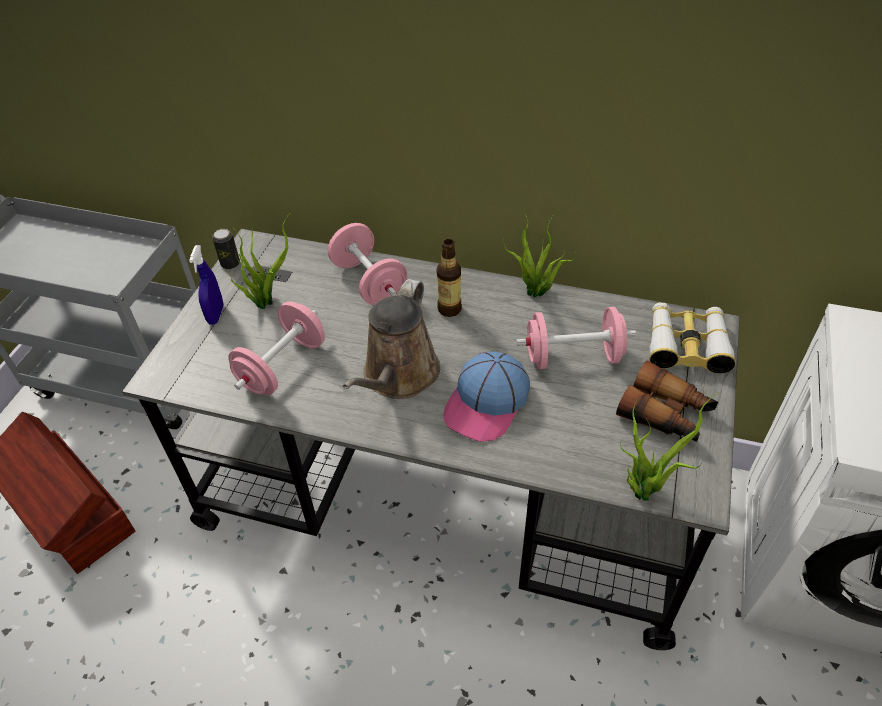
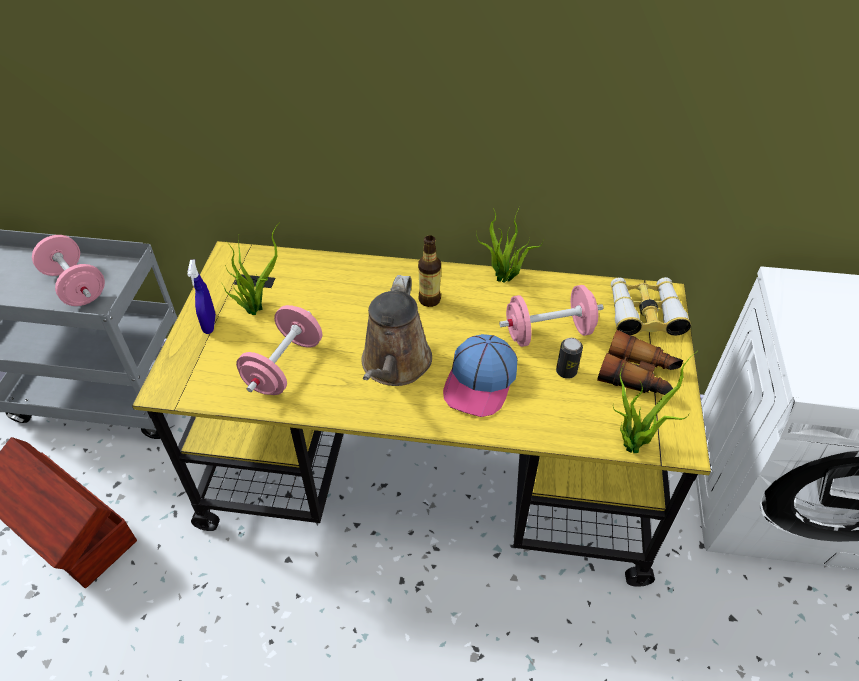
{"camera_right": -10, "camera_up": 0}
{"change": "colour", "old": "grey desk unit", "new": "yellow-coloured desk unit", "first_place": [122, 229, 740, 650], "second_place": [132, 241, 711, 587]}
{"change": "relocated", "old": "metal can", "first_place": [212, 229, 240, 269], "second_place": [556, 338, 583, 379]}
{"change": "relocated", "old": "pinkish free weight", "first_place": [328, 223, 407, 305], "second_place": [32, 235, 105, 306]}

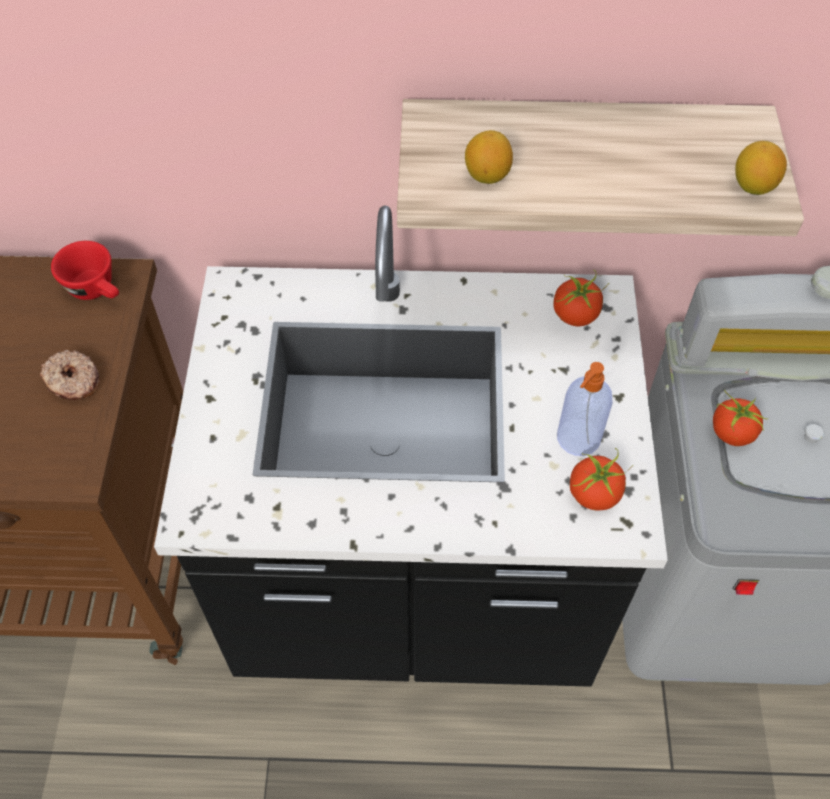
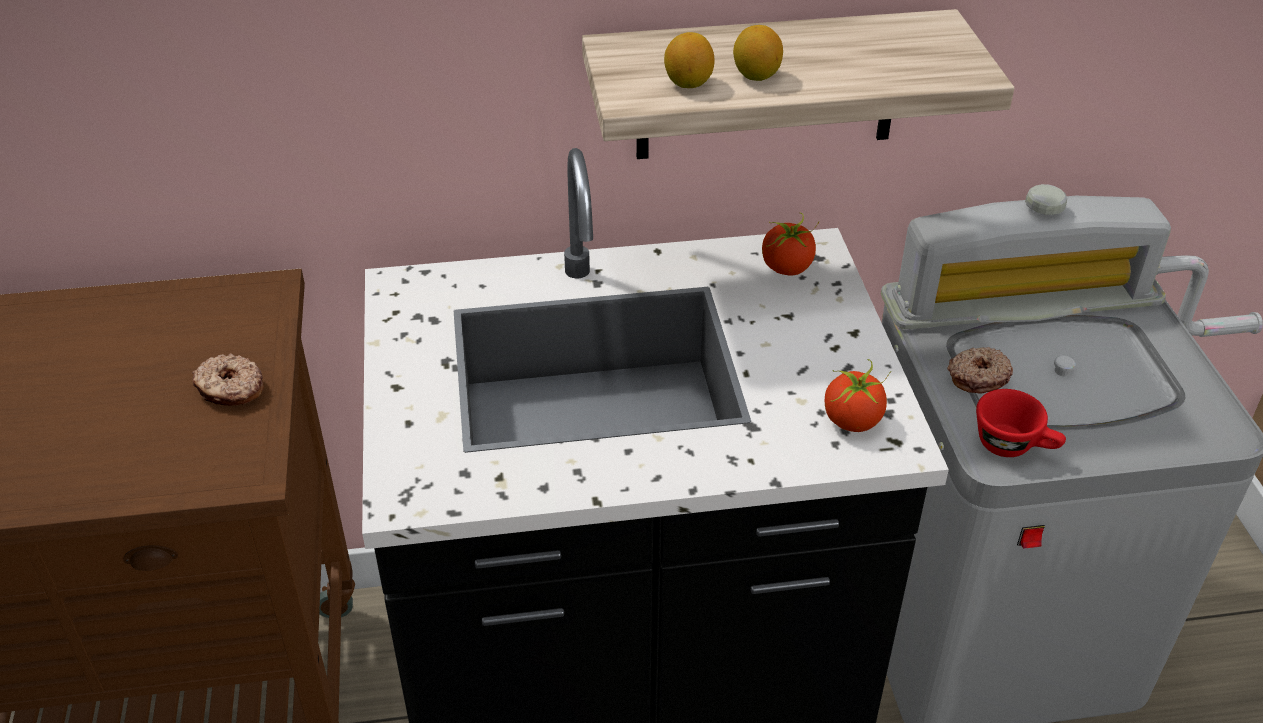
{"camera_right": -10, "camera_up": -15}
{"change": "relocated", "old": "red cup", "first_place": [51, 241, 119, 300], "second_place": [976, 389, 1066, 457]}
{"change": "missing", "old": "liquid soap bottle", "first_place": [557, 362, 612, 456]}
{"change": "exchanged", "old": "whole tomato", "new": "doughnut", "first_place": [713, 390, 766, 446], "second_place": [947, 347, 1013, 394]}
{"change": "relocated", "old": "whole lemon", "first_place": [735, 141, 787, 195], "second_place": [733, 25, 783, 81]}

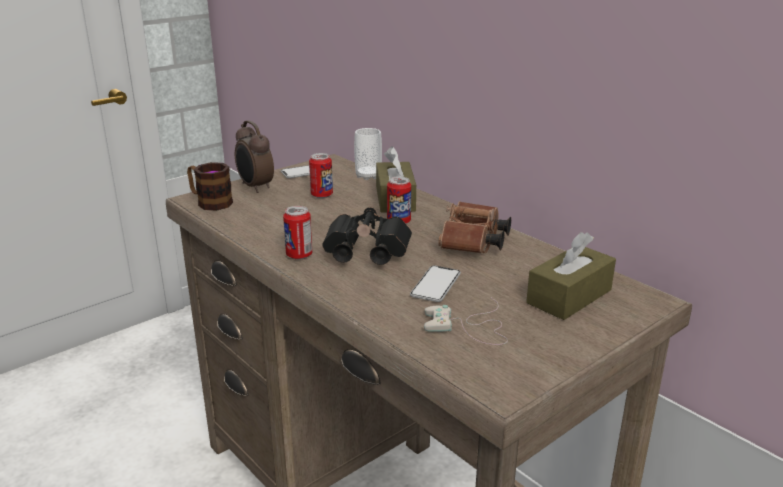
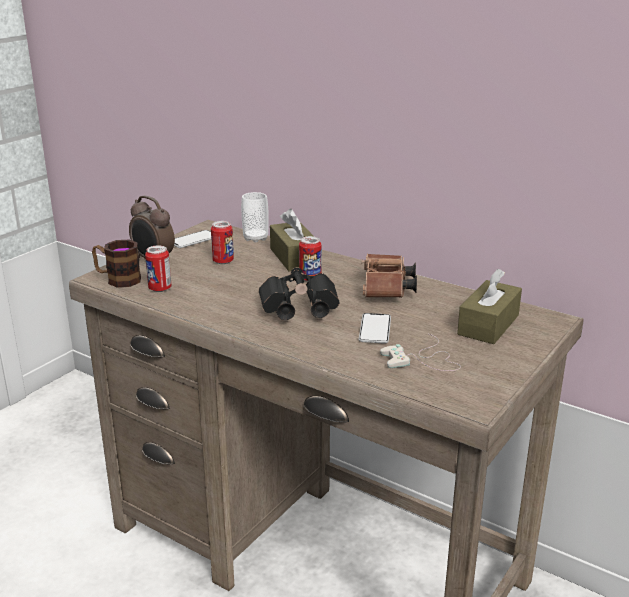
{"camera_right": -15, "camera_up": 0}
{"change": "relocated", "old": "metal can", "first_place": [283, 206, 312, 260], "second_place": [145, 245, 172, 292]}

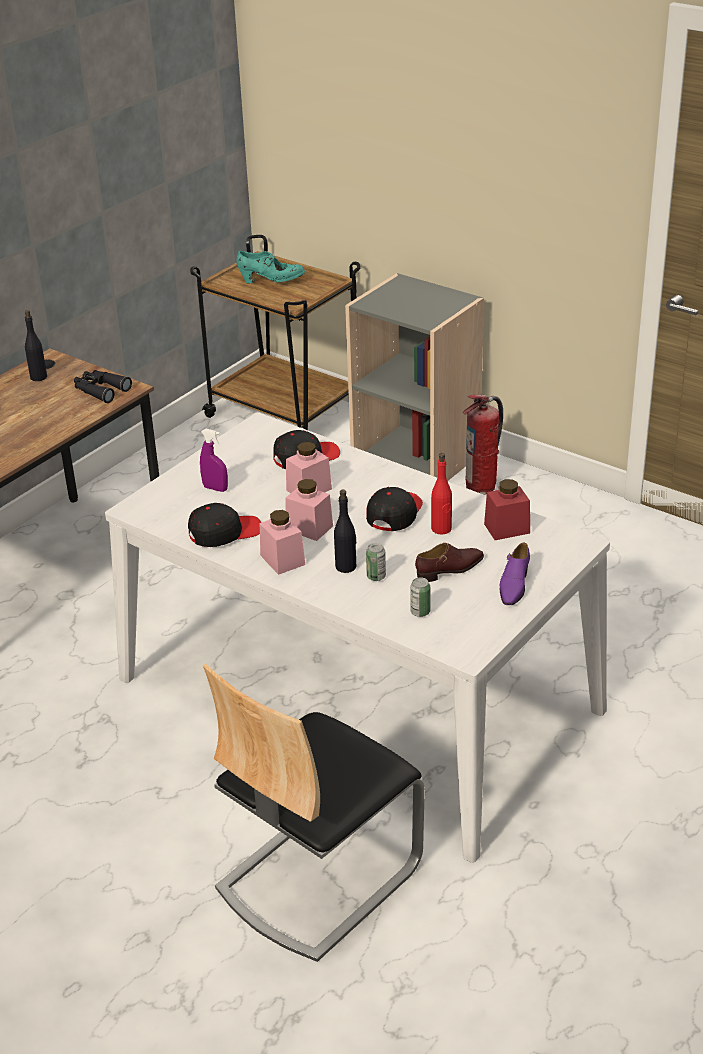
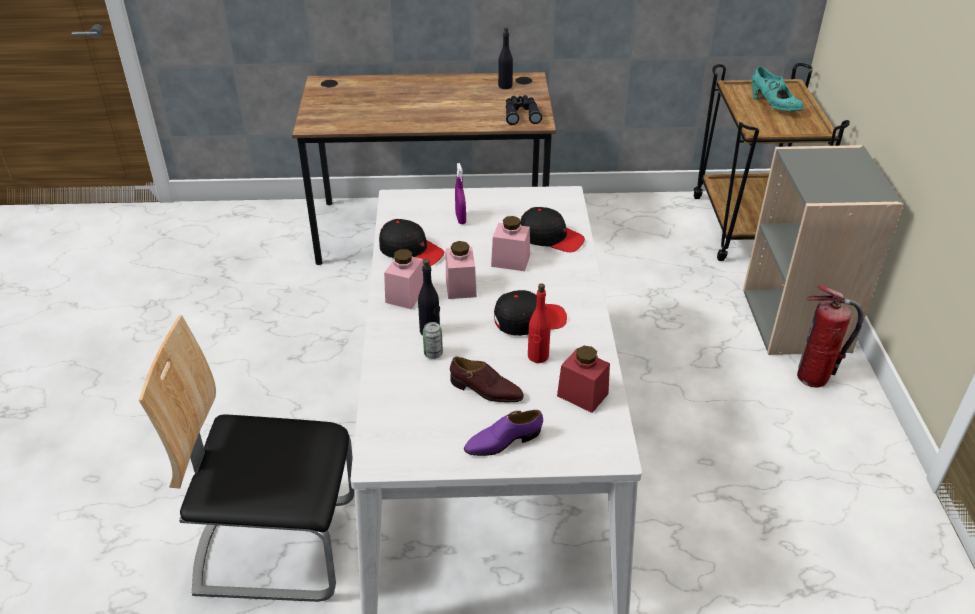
{"camera_right": 50, "camera_up": 5}
{"change": "missing", "old": "metal can", "first_place": [410, 577, 430, 617]}

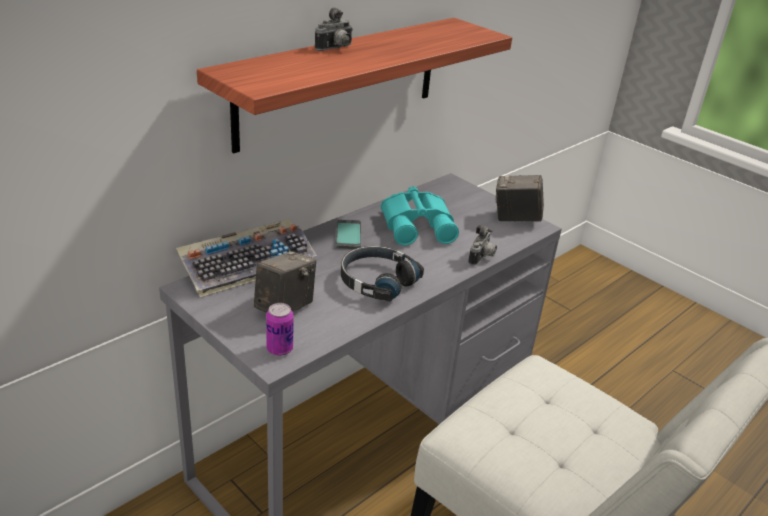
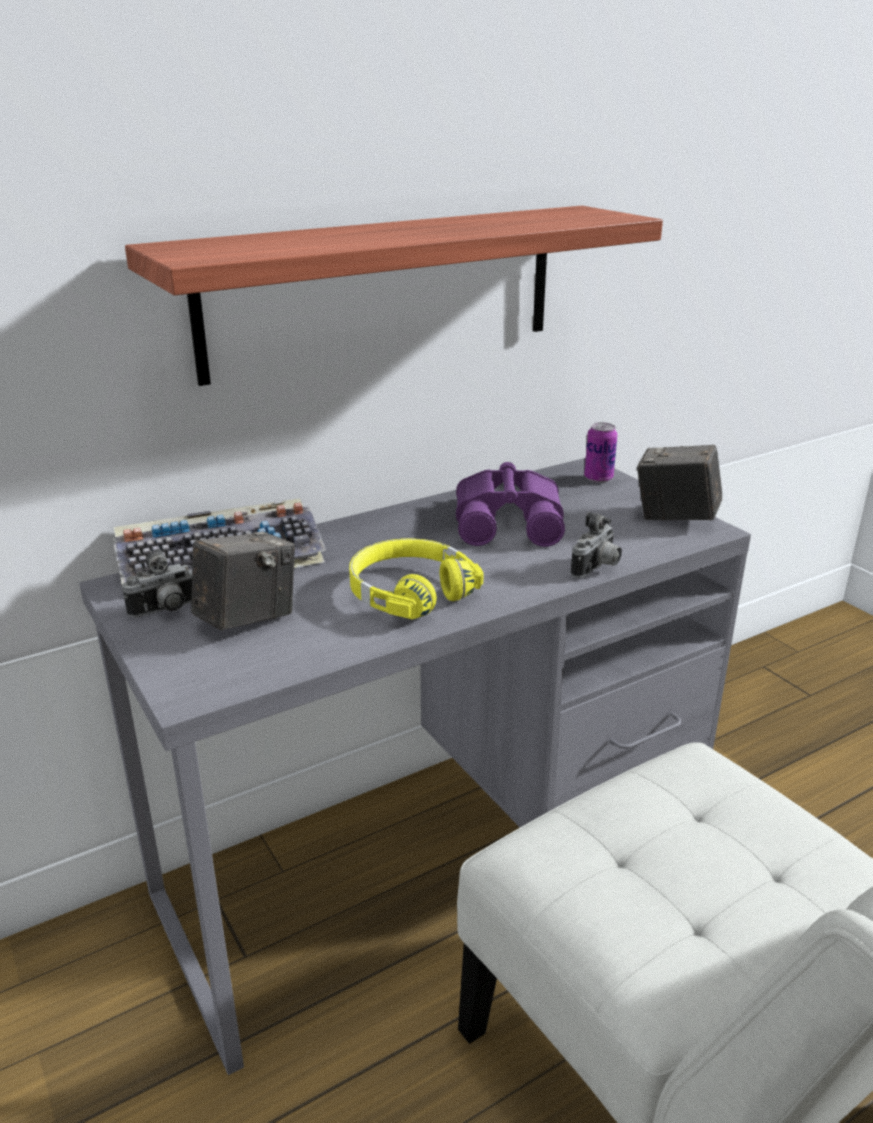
{"camera_right": 15, "camera_up": -5}
{"change": "relocated", "old": "metal can", "first_place": [266, 303, 294, 356], "second_place": [584, 422, 617, 483]}
{"change": "relocated", "old": "photo camera", "first_place": [315, 8, 353, 51], "second_place": [122, 549, 192, 617]}
{"change": "missing", "old": "phone", "first_place": [336, 219, 361, 249]}
{"change": "colour", "old": "blackish headset", "new": "yellow-coloured headset", "first_place": [341, 246, 424, 302], "second_place": [349, 538, 484, 619]}
{"change": "colour", "old": "turquoise-coloured pair of binoculars", "new": "purple pair of binoculars", "first_place": [381, 186, 459, 246], "second_place": [456, 462, 565, 547]}

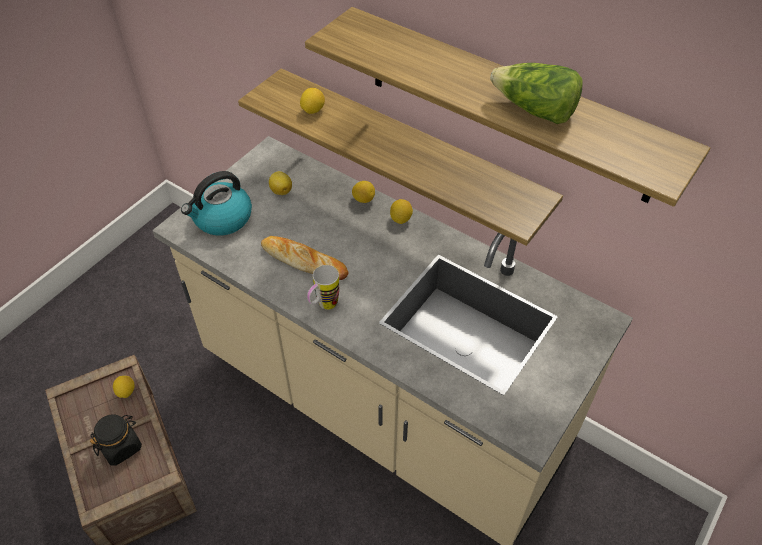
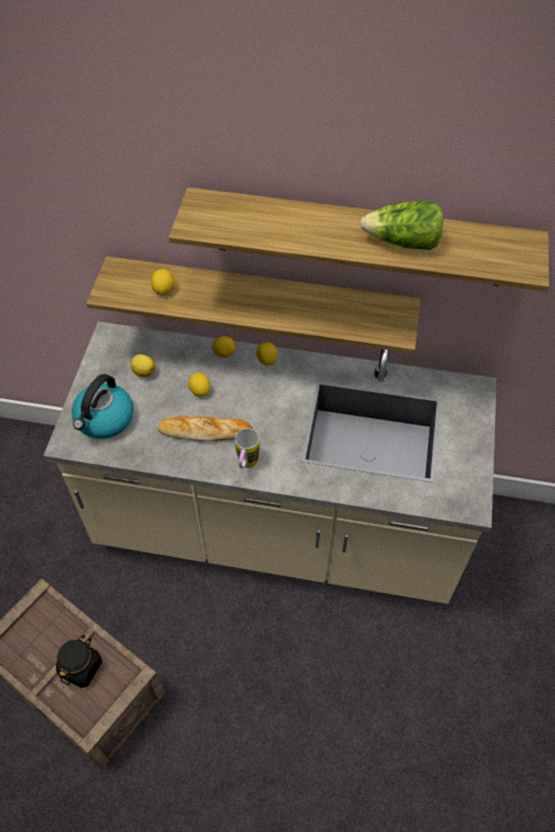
{"camera_right": -25, "camera_up": 5}
{"change": "relocated", "old": "whole lemon", "first_place": [113, 376, 135, 398], "second_place": [188, 373, 210, 396]}

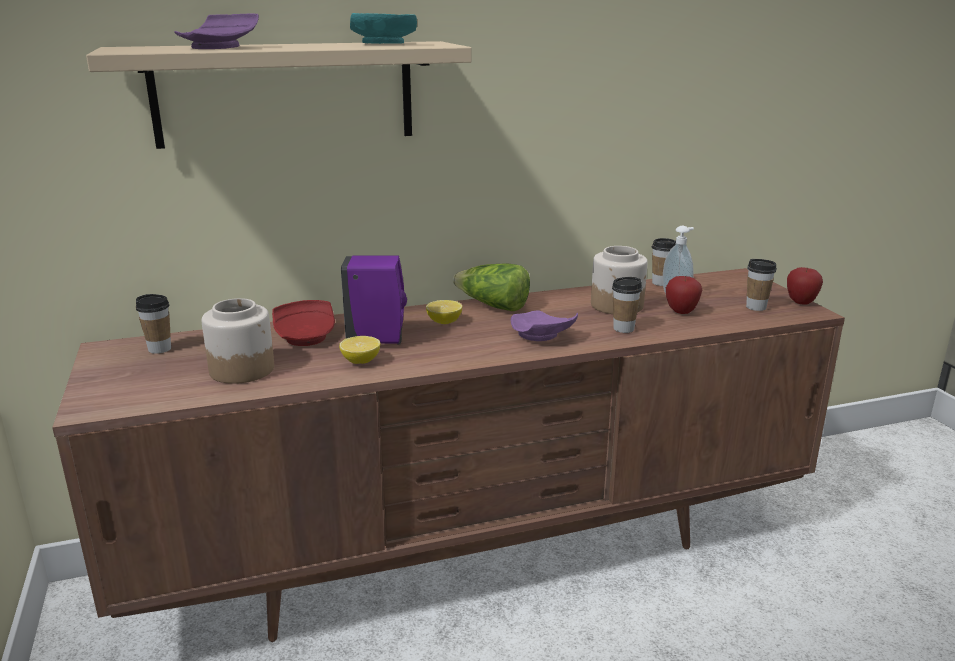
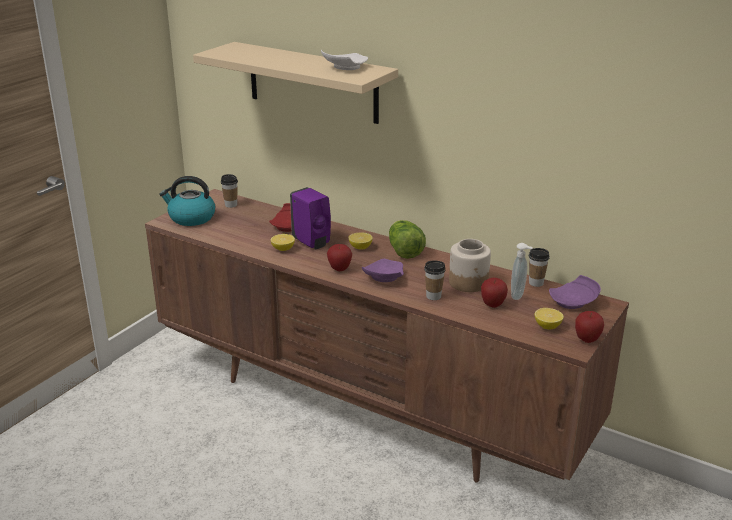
{"camera_right": 50, "camera_up": 5}
{"change": "relocated", "old": "purple plate", "first_place": [175, 14, 259, 49], "second_place": [549, 275, 601, 309]}
{"change": "missing", "old": "jar", "first_place": [202, 298, 274, 384]}
{"change": "colour", "old": "turquoise-coloured plate", "new": "white-coloured plate", "first_place": [350, 13, 417, 44], "second_place": [321, 50, 368, 70]}
{"change": "exchanged", "old": "cup", "new": "whole lemon", "first_place": [746, 259, 777, 311], "second_place": [535, 308, 564, 330]}
{"change": "appeared", "new": "water kettle", "second_place": [159, 176, 215, 226]}
{"change": "appeared", "new": "apple", "second_place": [327, 244, 352, 271]}

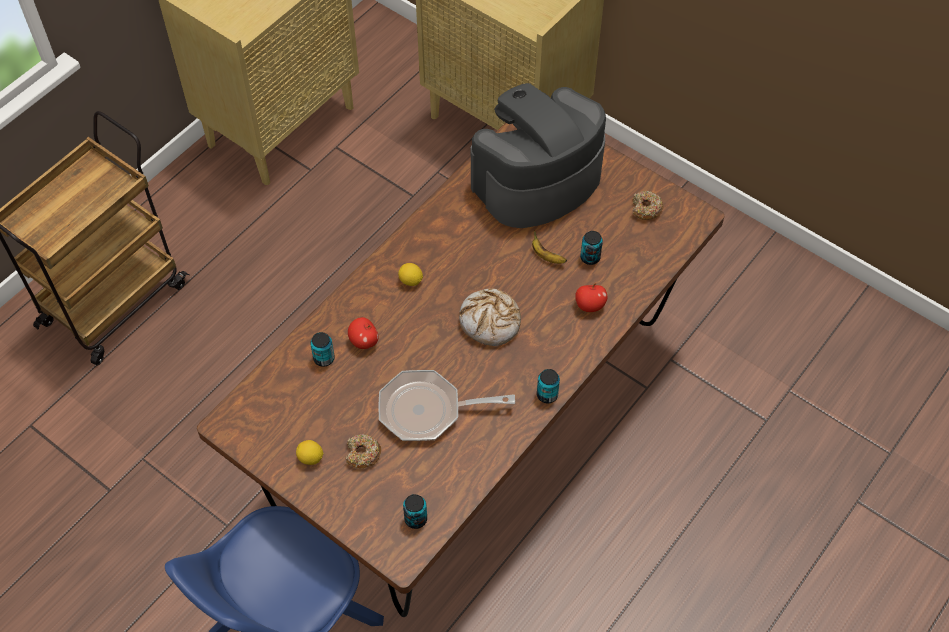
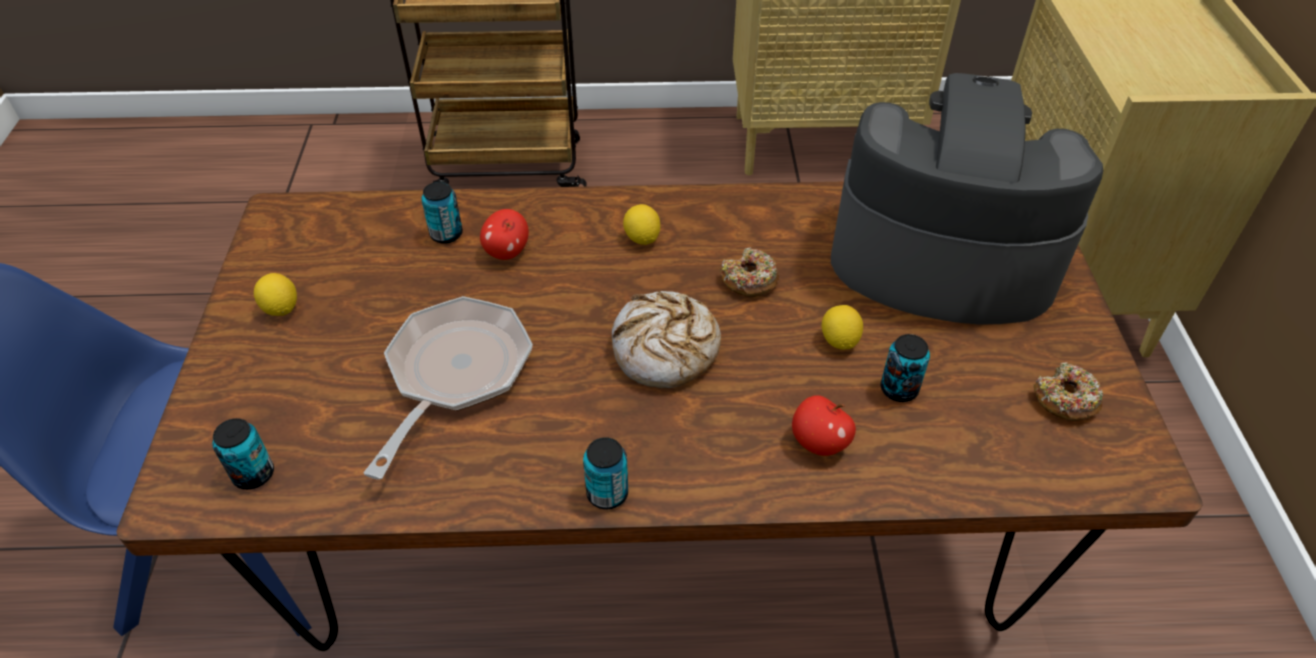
{"camera_right": 50, "camera_up": -10}
{"change": "relocated", "old": "doughnut", "first_place": [346, 434, 382, 468], "second_place": [720, 247, 779, 297]}
{"change": "spun", "old": "frying pan", "first_place": [378, 370, 515, 441], "second_place": [363, 296, 533, 480], "degrees": 60}
{"change": "exchanged", "old": "banana", "new": "whole lemon", "first_place": [532, 230, 567, 264], "second_place": [822, 305, 863, 350]}

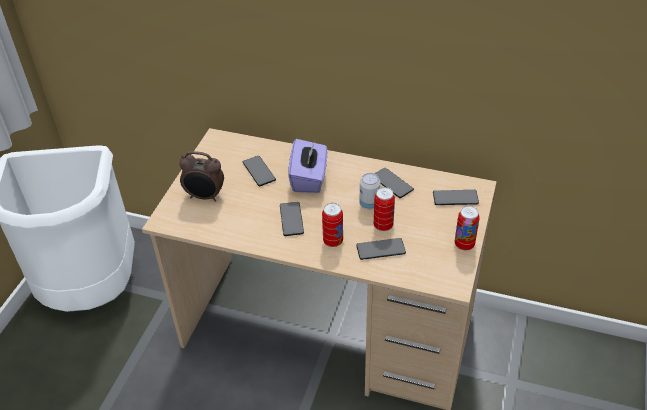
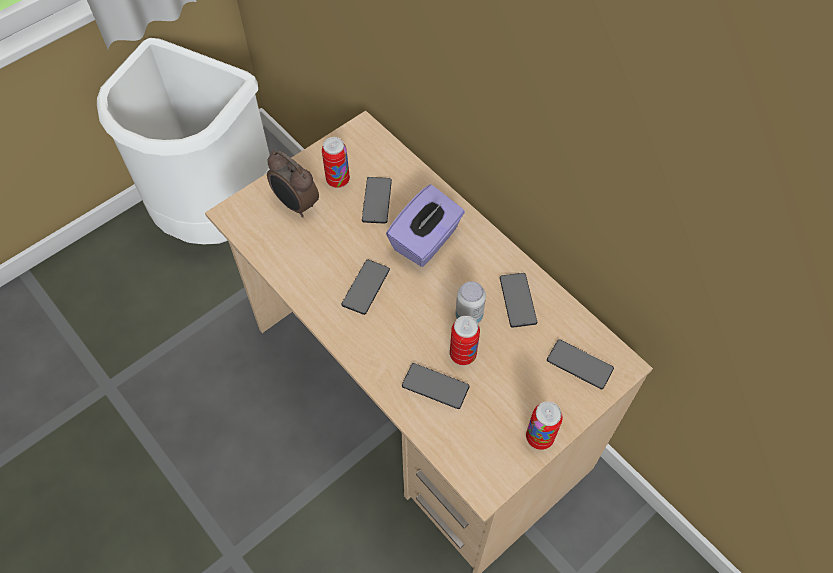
{"camera_right": 30, "camera_up": 15}
{"change": "relocated", "old": "metal can", "first_place": [322, 203, 343, 247], "second_place": [322, 137, 350, 188]}

